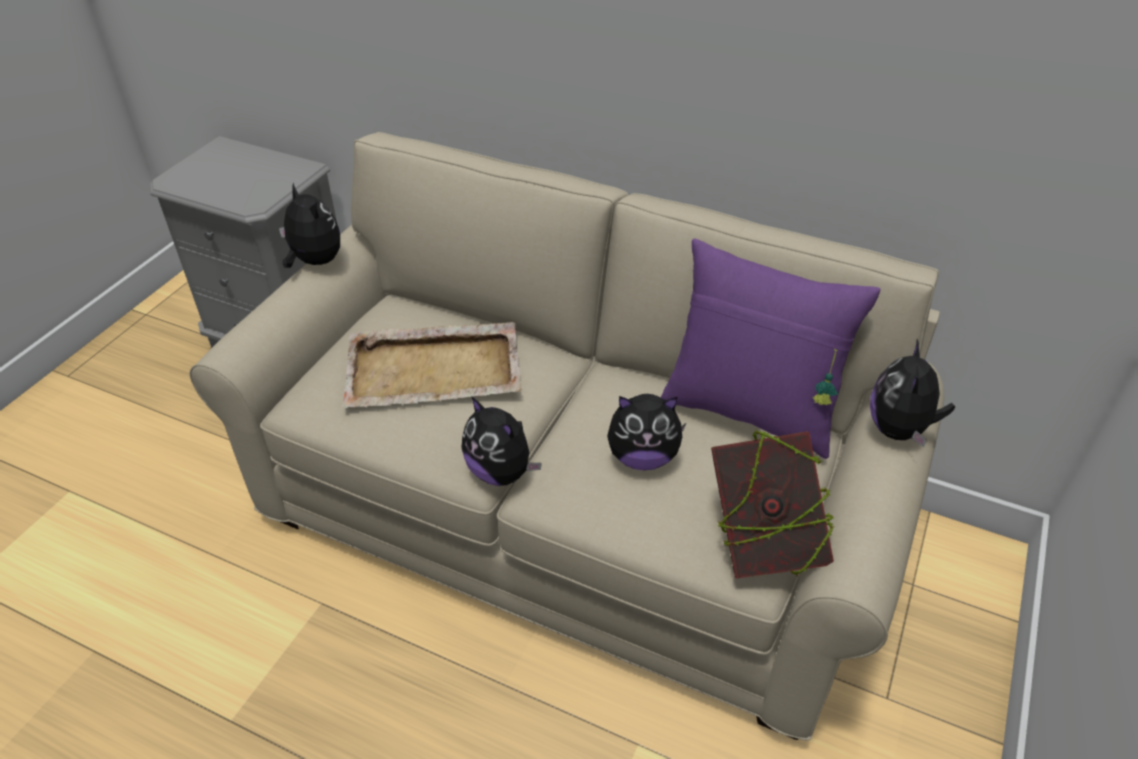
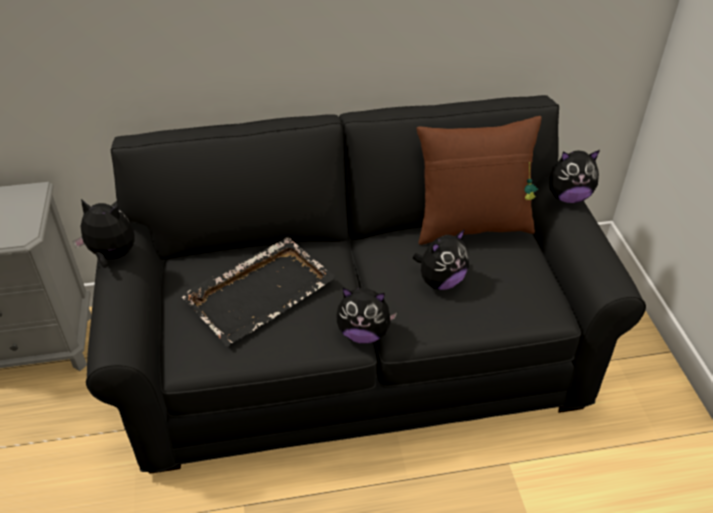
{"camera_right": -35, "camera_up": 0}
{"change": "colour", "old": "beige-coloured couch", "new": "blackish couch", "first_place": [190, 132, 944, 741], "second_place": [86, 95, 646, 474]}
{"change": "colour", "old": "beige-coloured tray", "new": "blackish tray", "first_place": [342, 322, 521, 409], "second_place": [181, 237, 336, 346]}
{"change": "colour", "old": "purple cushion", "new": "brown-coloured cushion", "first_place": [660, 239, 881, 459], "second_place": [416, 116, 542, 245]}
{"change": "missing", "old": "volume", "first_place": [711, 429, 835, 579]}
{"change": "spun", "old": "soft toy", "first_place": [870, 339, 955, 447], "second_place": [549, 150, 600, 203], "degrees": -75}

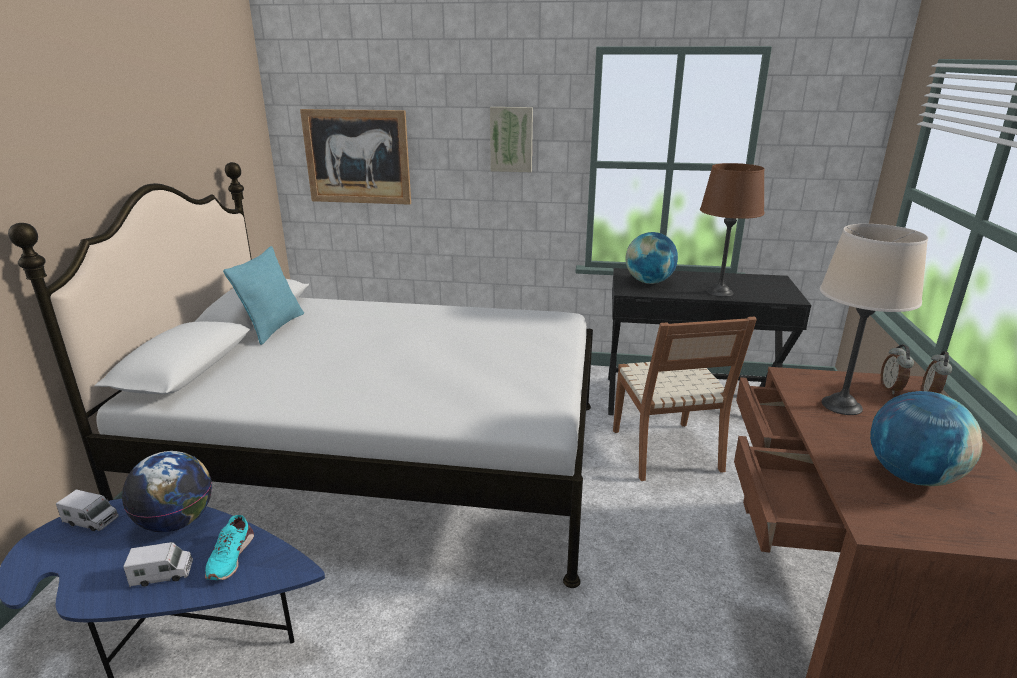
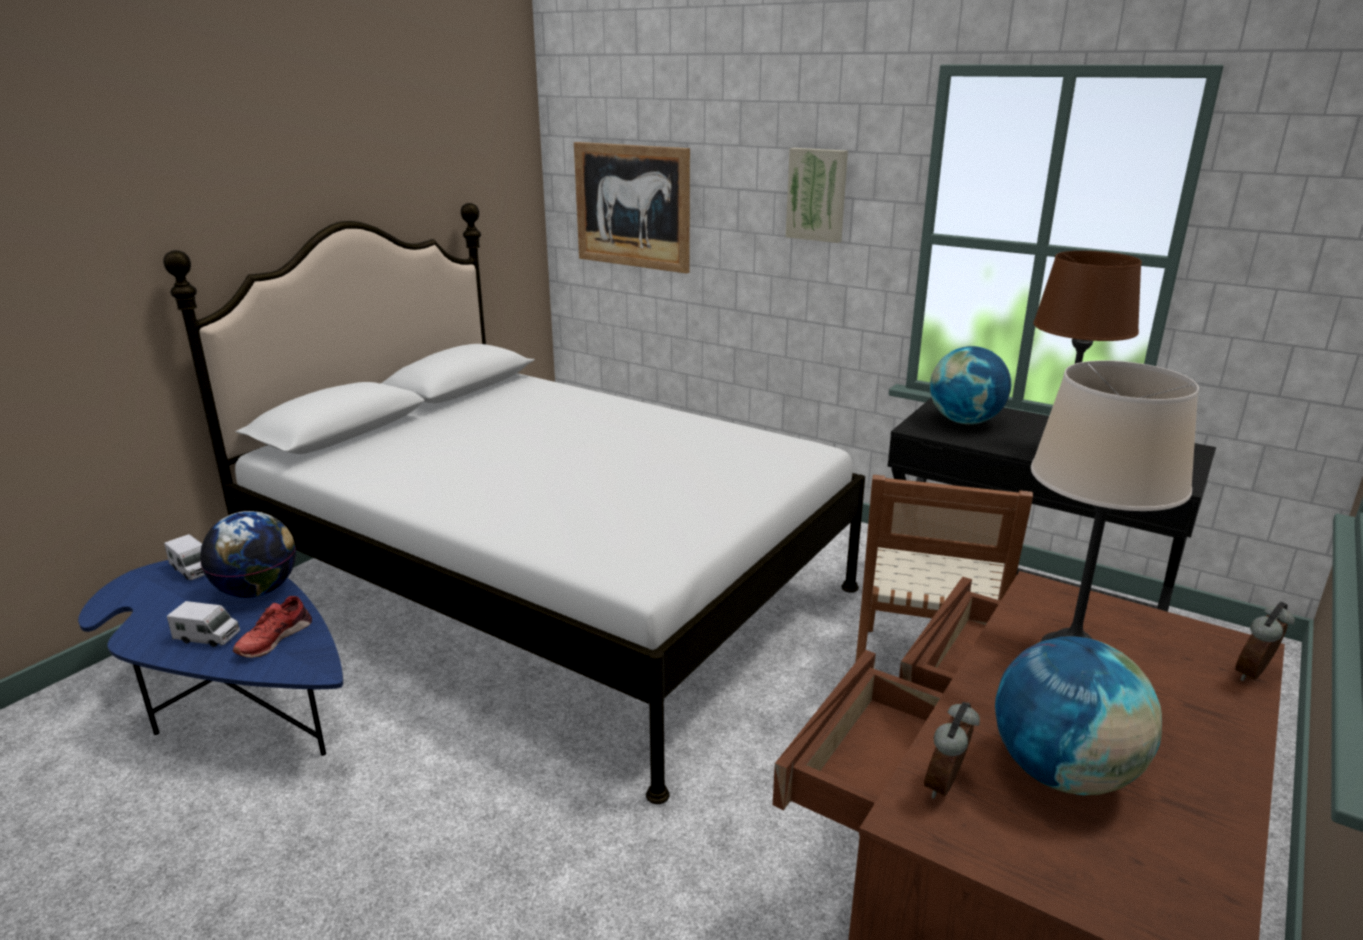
{"camera_right": 25, "camera_up": 0}
{"change": "colour", "old": "turquoise-coloured shoe", "new": "red shoe", "first_place": [205, 515, 254, 580], "second_place": [233, 596, 312, 658]}
{"change": "missing", "old": "turquoise-coloured cushion", "first_place": [223, 246, 304, 345]}
{"change": "relocated", "old": "alarm clock", "first_place": [881, 345, 914, 394], "second_place": [924, 702, 980, 799]}

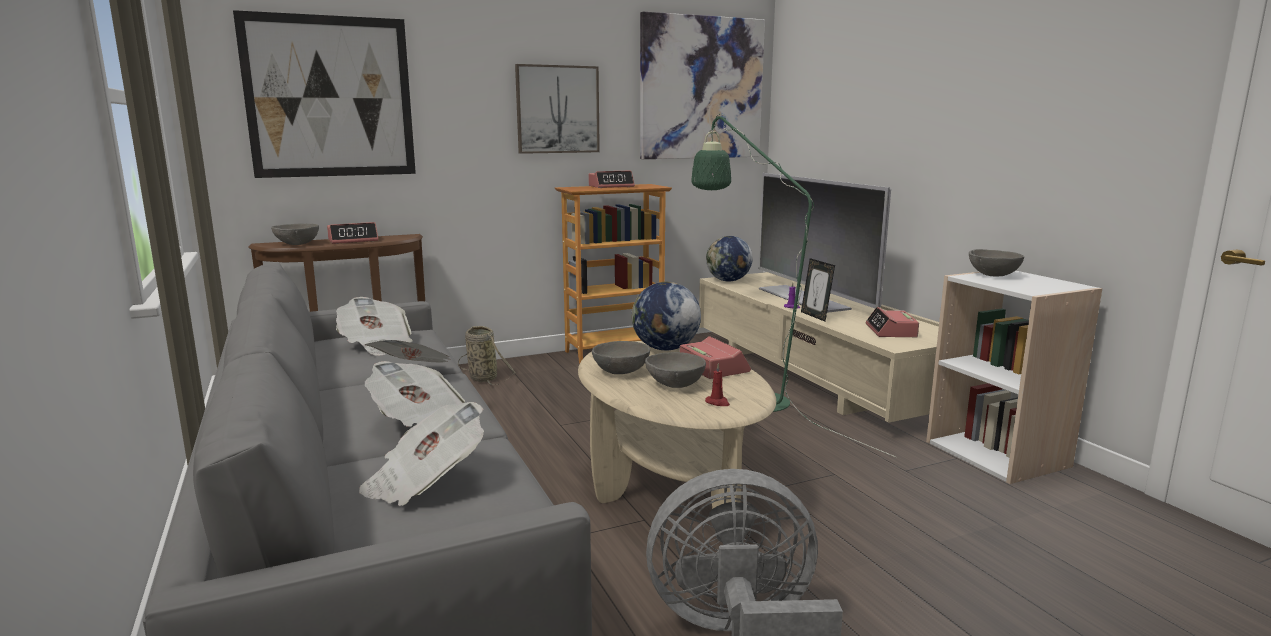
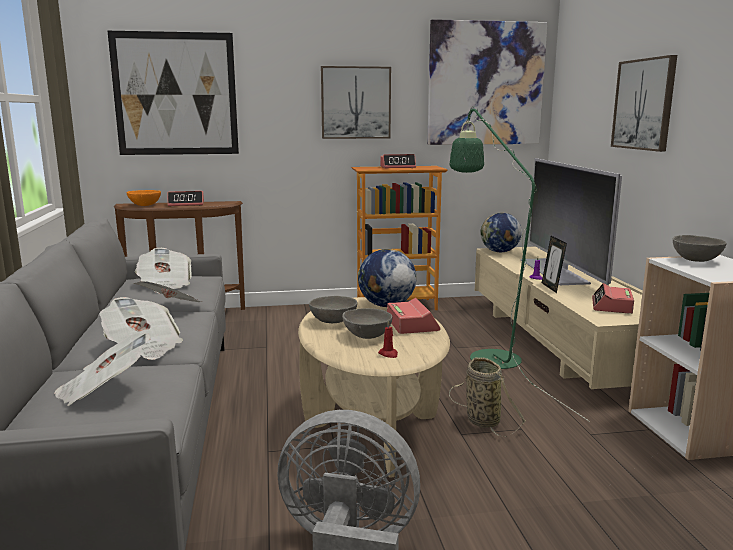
{"camera_right": 15, "camera_up": 0}
{"change": "colour", "old": "grey deep dish", "new": "orangey deep dish", "first_place": [271, 223, 319, 245], "second_place": [126, 190, 161, 206]}
{"change": "relocated", "old": "household basket", "first_place": [458, 326, 515, 385], "second_place": [449, 358, 526, 437]}
{"change": "appeared", "new": "picture", "second_place": [611, 55, 677, 152]}

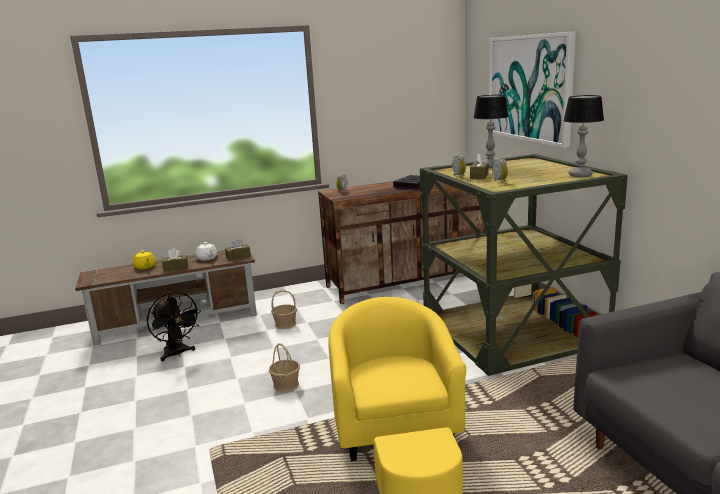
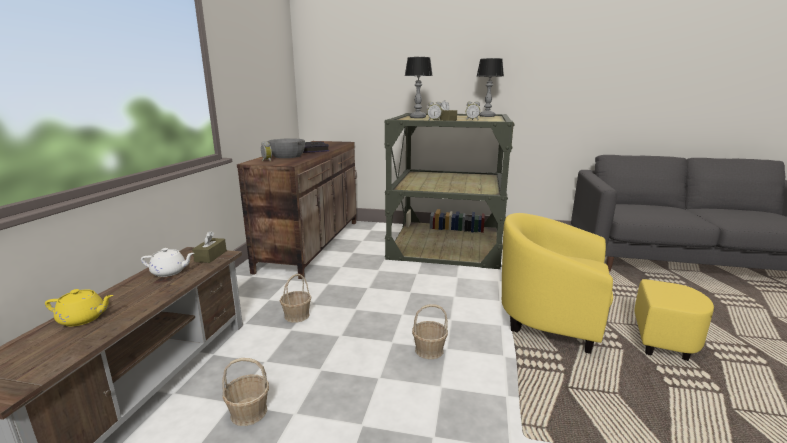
{"camera_right": -60, "camera_up": 0}
{"change": "exchanged", "old": "blackish fan", "new": "household basket", "first_place": [147, 292, 201, 361], "second_place": [222, 358, 269, 426]}
{"change": "missing", "old": "brown-coloured tissue box", "first_place": [162, 248, 188, 271]}
{"change": "missing", "old": "picture", "first_place": [488, 31, 576, 148]}
{"change": "appeared", "new": "grey deep dish", "second_place": [268, 138, 305, 158]}

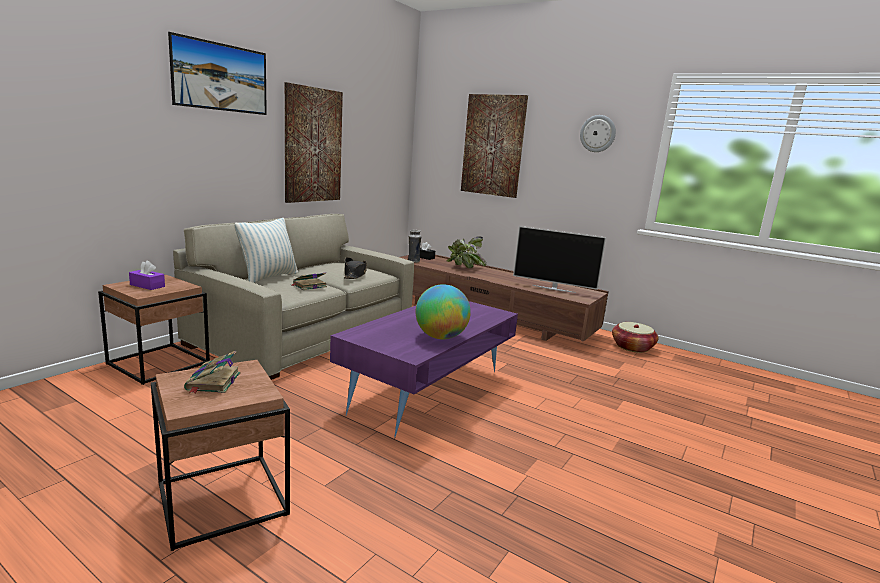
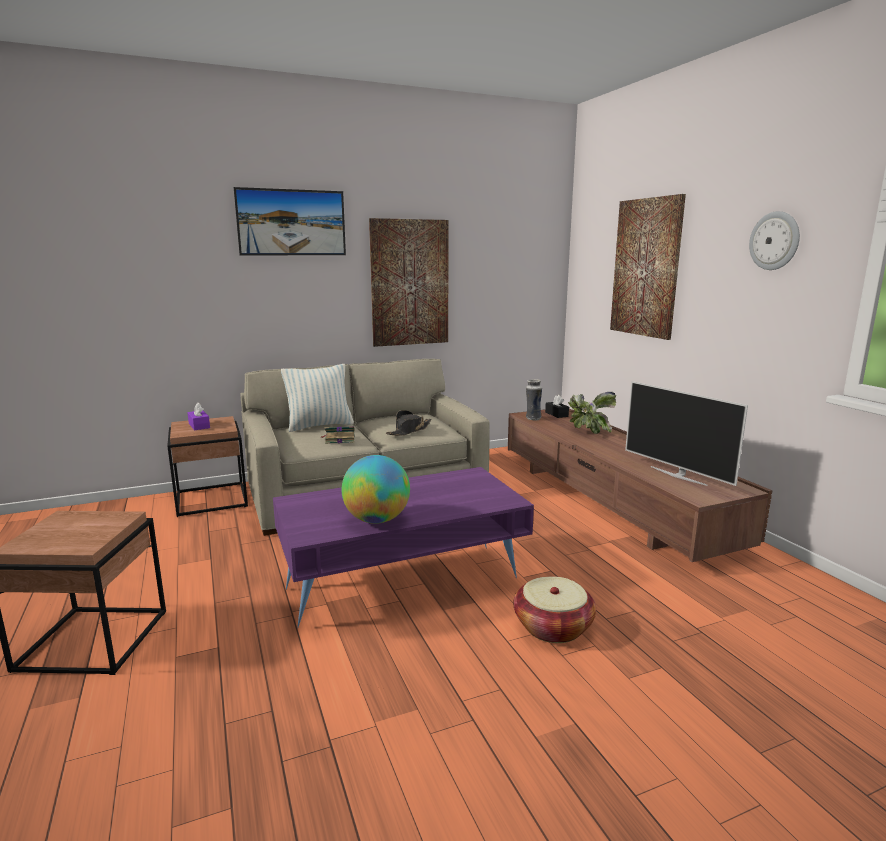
{"camera_right": 35, "camera_up": 0}
{"change": "missing", "old": "volume", "first_place": [184, 351, 240, 393]}
{"change": "relocated", "old": "household basket", "first_place": [612, 322, 658, 353], "second_place": [513, 576, 596, 643]}

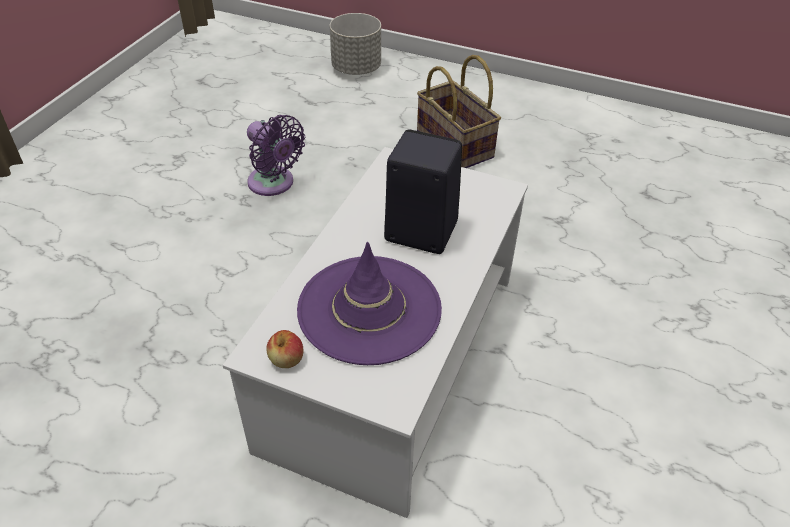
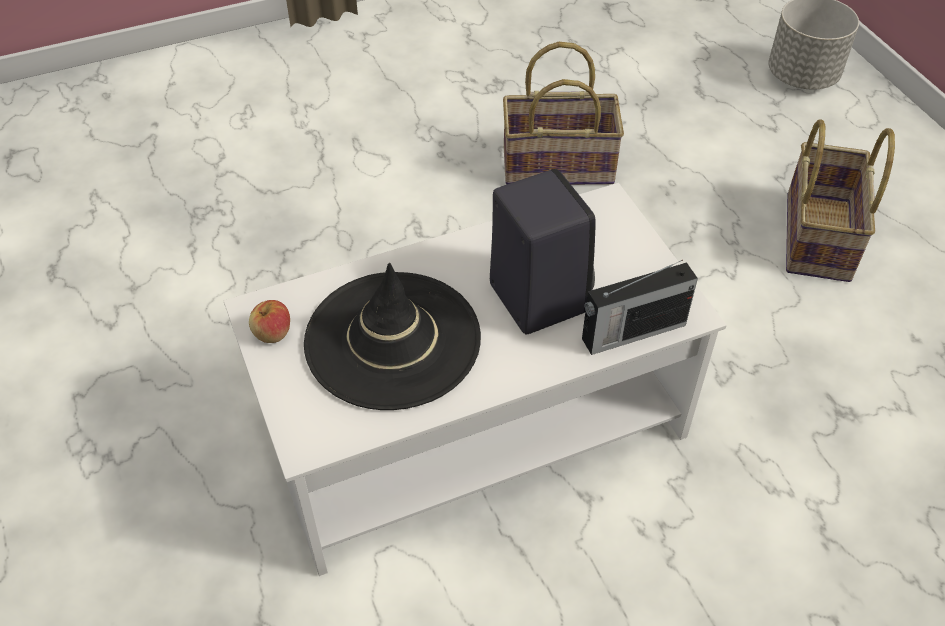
{"camera_right": 45, "camera_up": 5}
{"change": "exchanged", "old": "purple fan", "new": "household basket", "first_place": [247, 115, 305, 196], "second_place": [503, 42, 624, 185]}
{"change": "colour", "old": "purple clothing hat", "new": "blackish clothing hat", "first_place": [297, 242, 442, 365], "second_place": [304, 263, 481, 410]}
{"change": "appeared", "new": "radio set", "second_place": [582, 260, 698, 355]}

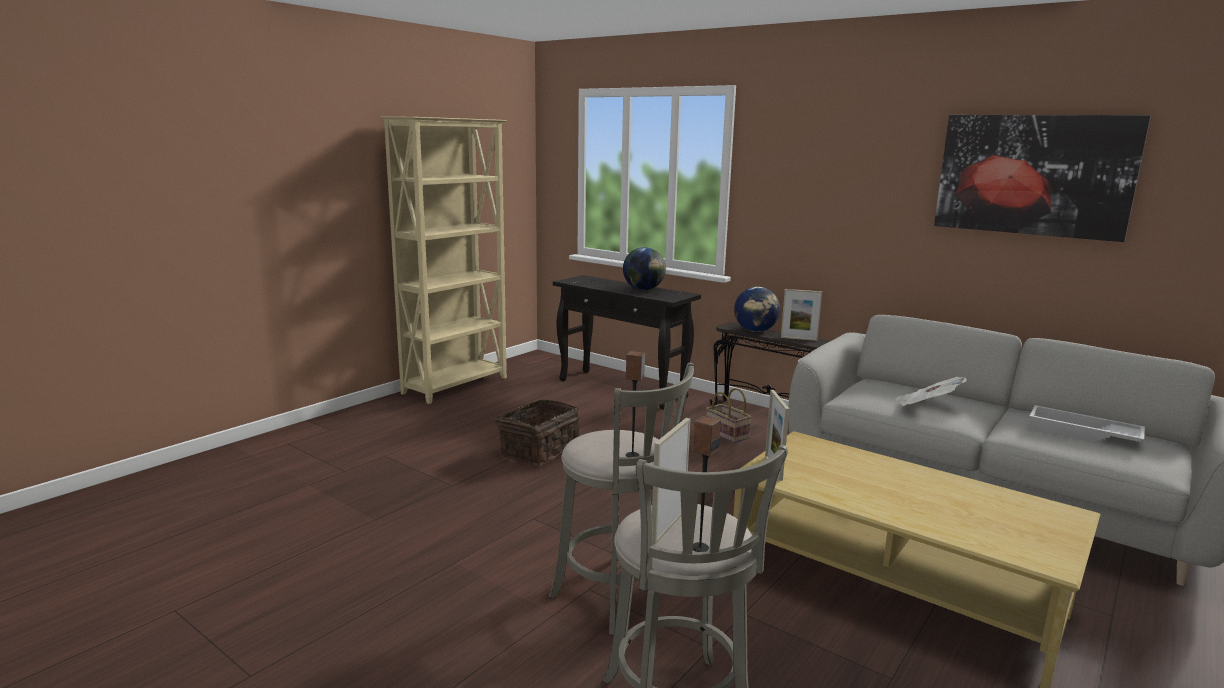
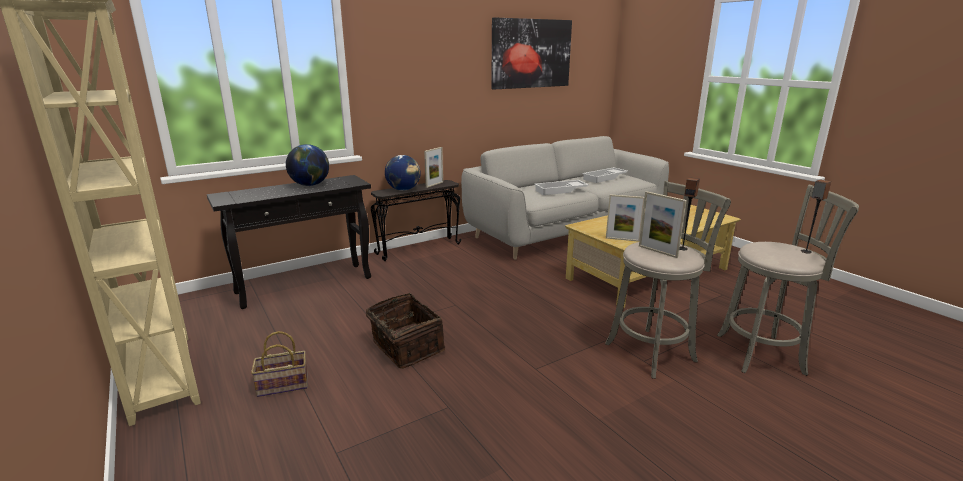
{"camera_right": -70, "camera_up": 5}
{"change": "relocated", "old": "photo frame", "first_place": [652, 418, 691, 544], "second_place": [639, 191, 687, 258]}
{"change": "relocated", "old": "household basket", "first_place": [706, 388, 751, 443], "second_place": [251, 331, 308, 397]}
{"change": "exchanged", "old": "newspaper", "new": "white-coloured tray", "first_place": [896, 377, 967, 407], "second_place": [535, 180, 589, 195]}

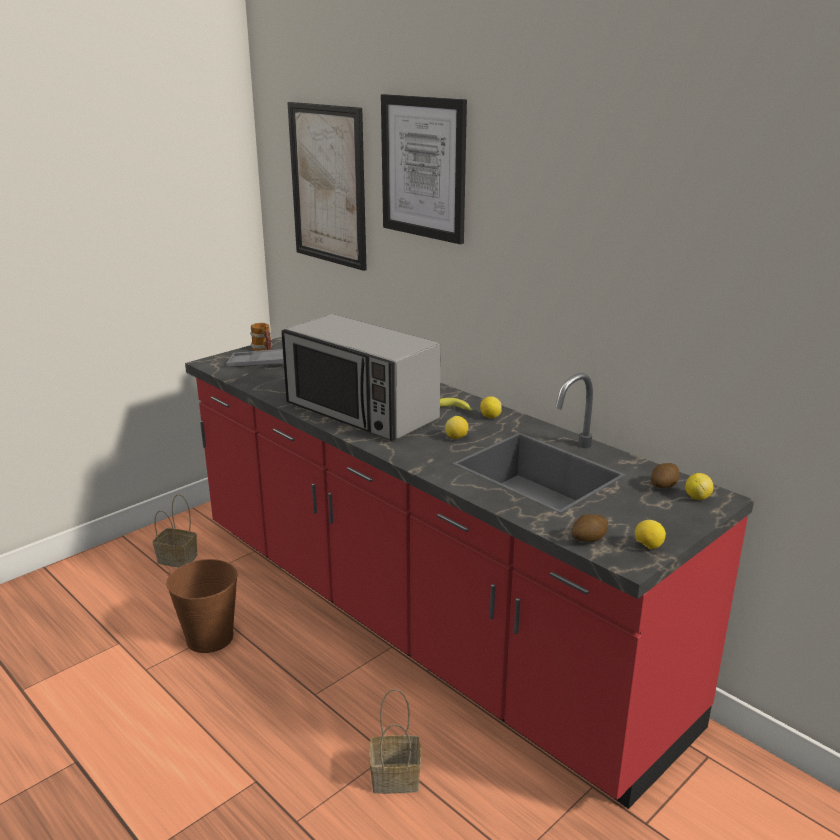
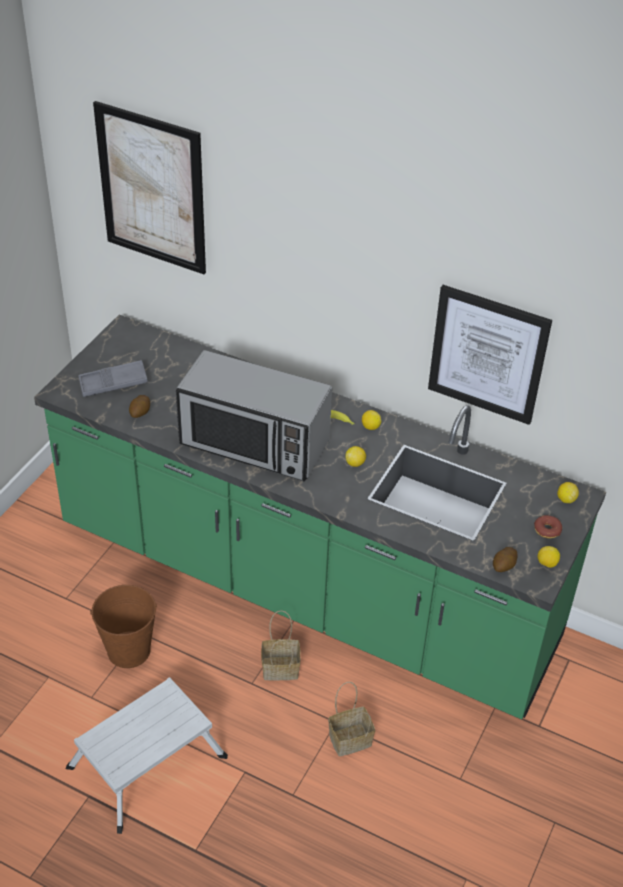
{"camera_right": -20, "camera_up": 20}
{"change": "relocated", "old": "household basket", "first_place": [153, 494, 198, 568], "second_place": [261, 610, 301, 681]}
{"change": "colour", "old": "red counter", "new": "green counter", "first_place": [185, 337, 754, 809], "second_place": [34, 314, 606, 719]}
{"change": "missing", "old": "tea mug", "first_place": [250, 323, 272, 351]}
{"change": "relocated", "old": "picture", "first_place": [381, 94, 467, 244], "second_place": [428, 285, 552, 425]}
{"change": "relocated", "old": "potato", "first_place": [651, 463, 679, 488], "second_place": [129, 395, 150, 418]}
{"change": "appeared", "new": "white-coloured stepladder", "second_place": [66, 677, 228, 834]}
{"change": "appeared", "new": "doughnut", "second_place": [534, 515, 562, 538]}

